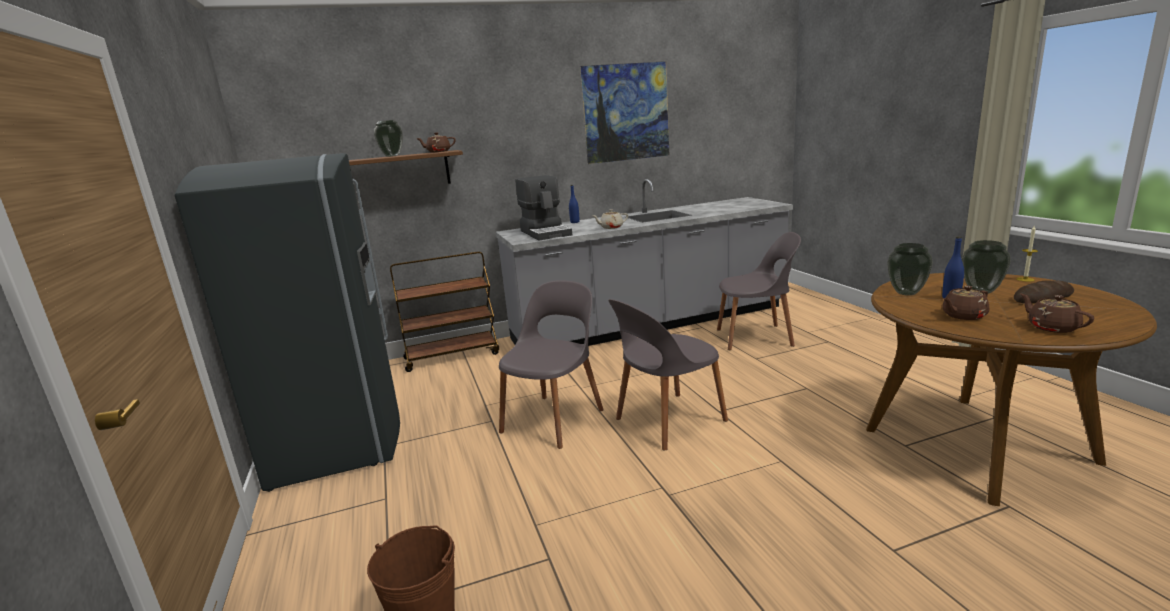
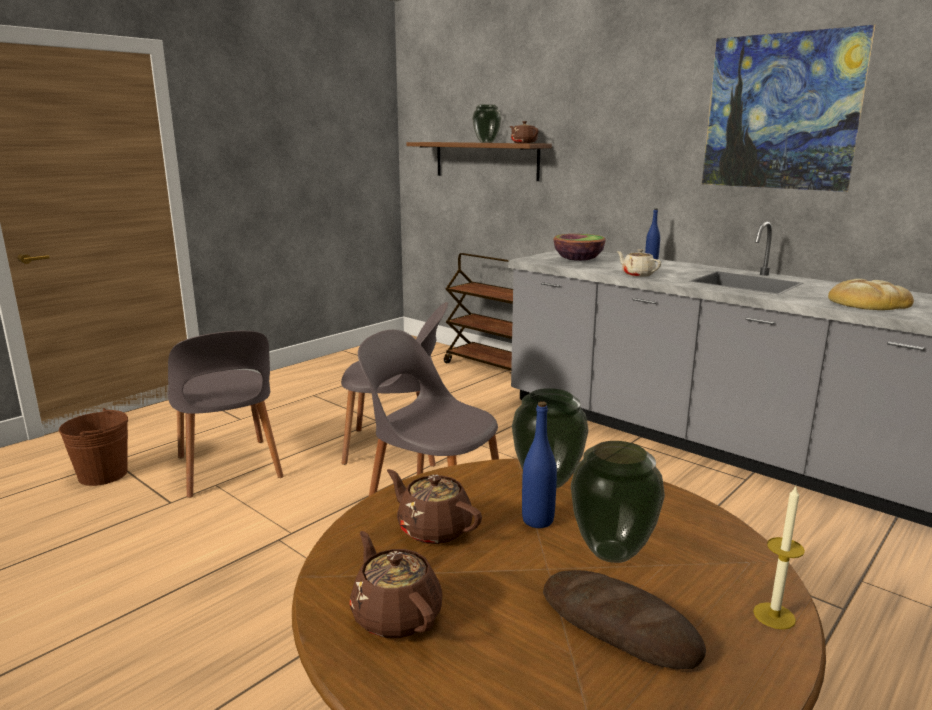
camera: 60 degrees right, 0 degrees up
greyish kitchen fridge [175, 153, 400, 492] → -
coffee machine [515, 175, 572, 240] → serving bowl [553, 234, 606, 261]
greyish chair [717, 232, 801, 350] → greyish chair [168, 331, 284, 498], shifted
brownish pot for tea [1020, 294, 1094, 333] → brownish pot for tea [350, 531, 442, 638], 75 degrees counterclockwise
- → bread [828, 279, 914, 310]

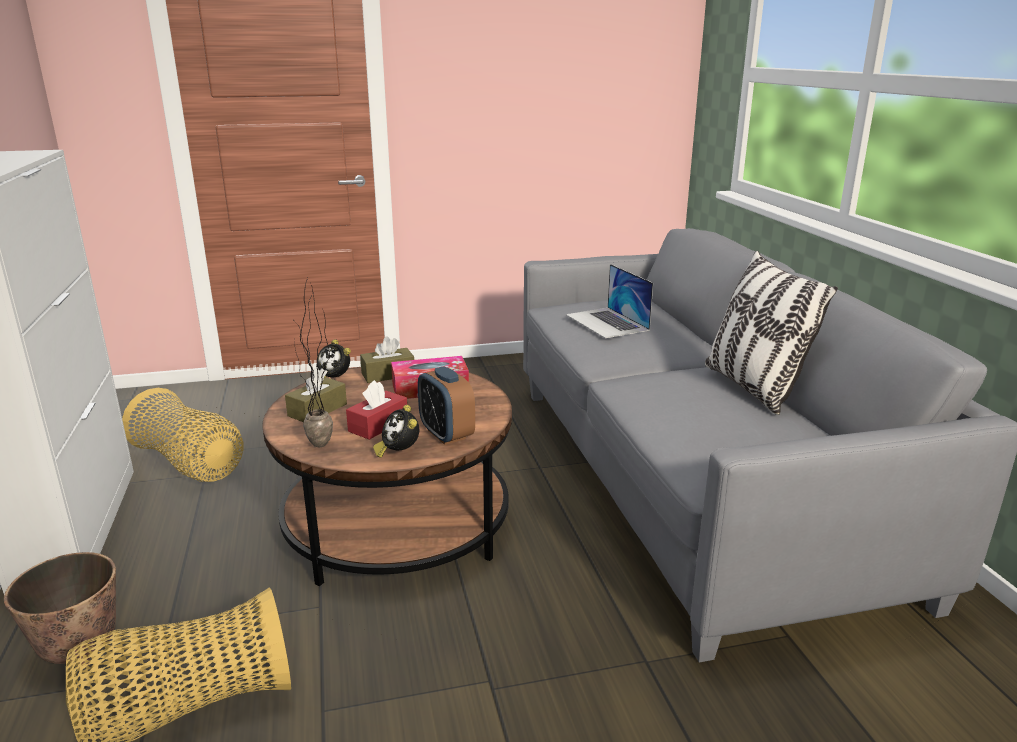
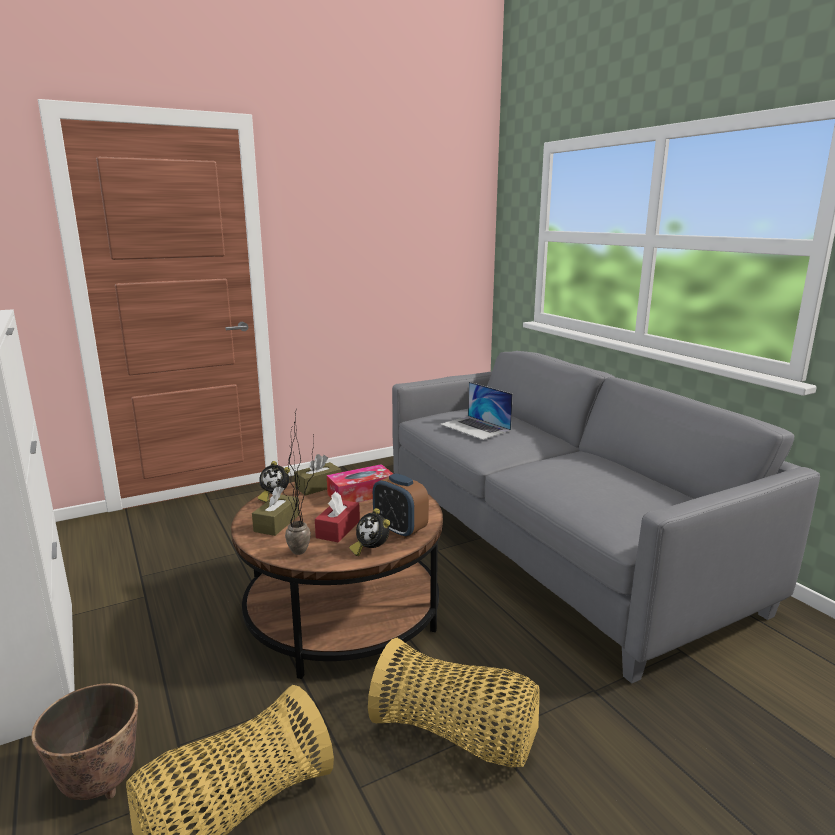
camera: 15 degrees left, 5 degrees down
basket [122, 388, 243, 482] → basket [368, 638, 540, 767], shifted
throw pillow [705, 251, 838, 415] → -

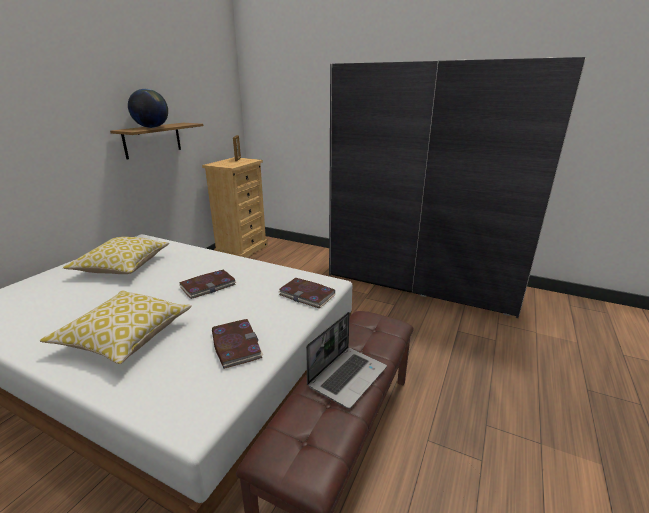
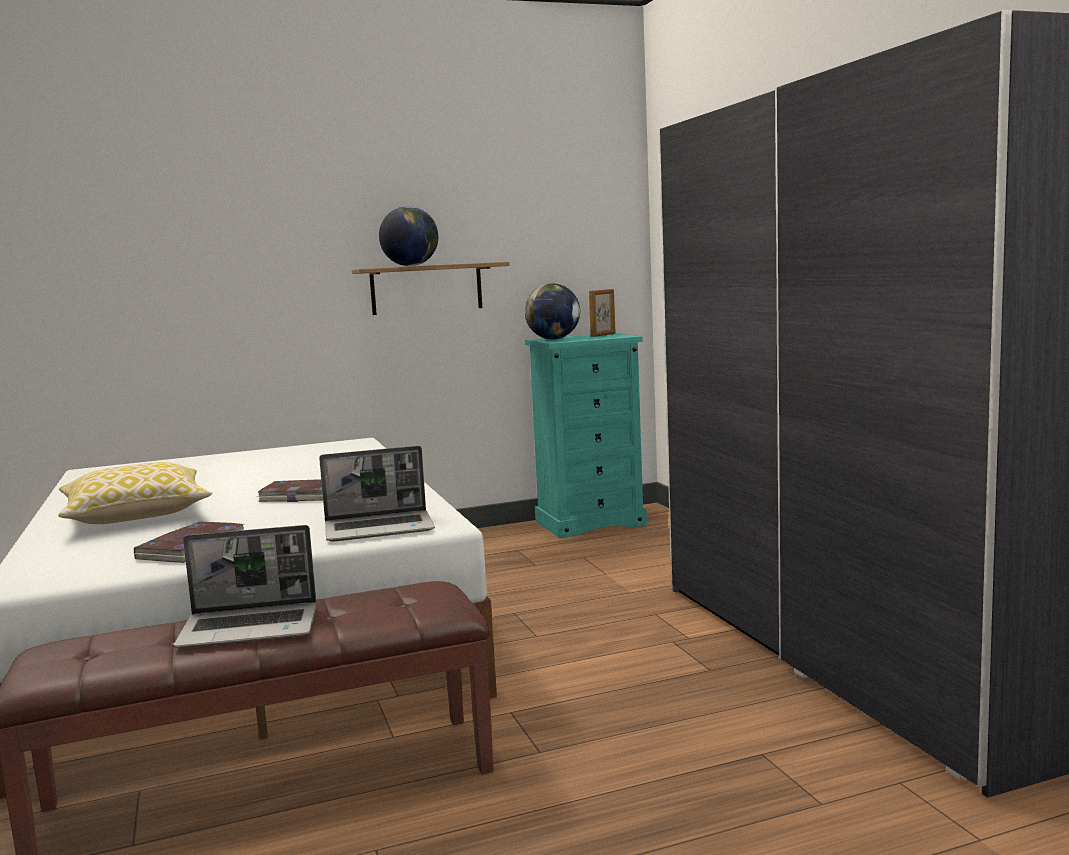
camera: 45 degrees right, 15 degrees down
throw pillow [63, 237, 169, 274] → -
beige-coloured dresser [202, 157, 268, 258] → turquoise-coloured dresser [525, 333, 647, 538]
book [279, 278, 335, 308] → notebook computer [319, 446, 435, 542]
- → desk globe [525, 283, 580, 339]

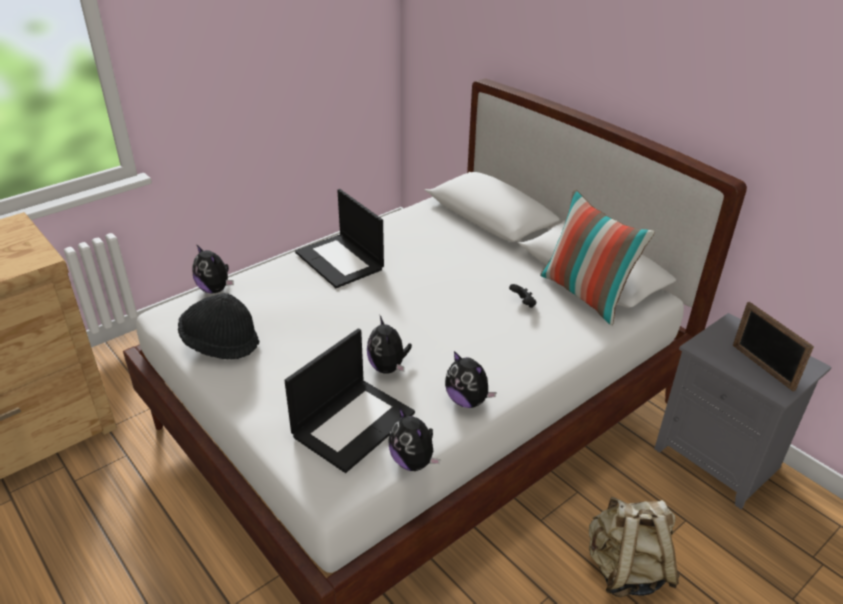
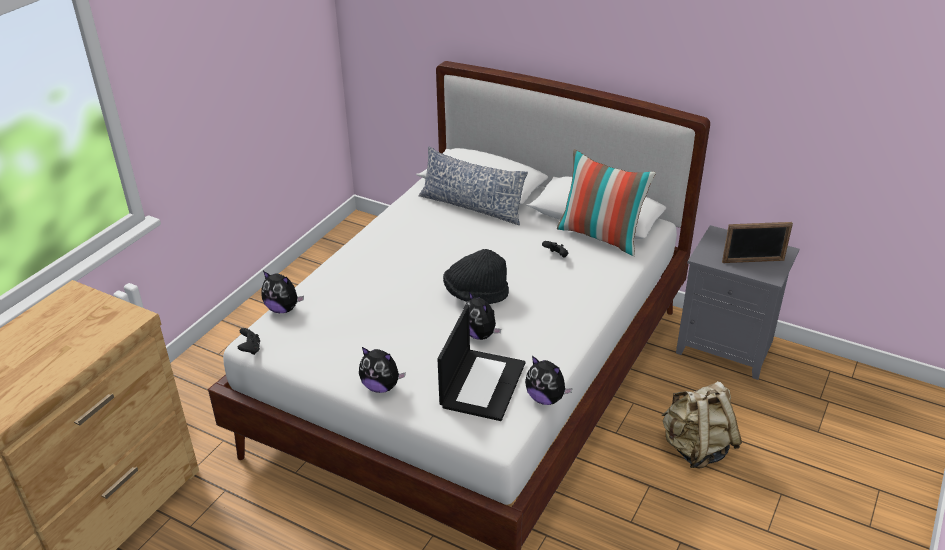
camera: 20 degrees left, 0 degrees up
black clothing hat [178, 293, 259, 359] → black clothing hat [443, 249, 509, 304], shifted
notebook computer [295, 189, 384, 288] → -
cuddly toy [445, 351, 497, 408] → cuddly toy [359, 347, 406, 393], shifted
picture frame [733, 302, 814, 391] → picture frame [722, 222, 793, 263], 45 degrees counterclockwise
- → black game controller [238, 328, 260, 355]
- → throw pillow [419, 147, 528, 225]

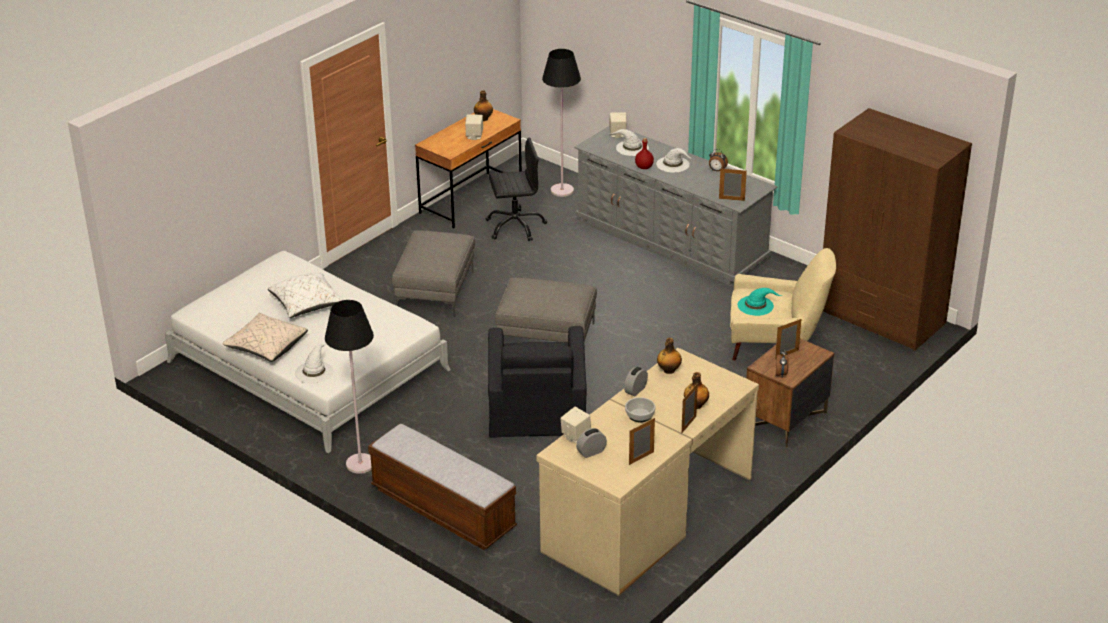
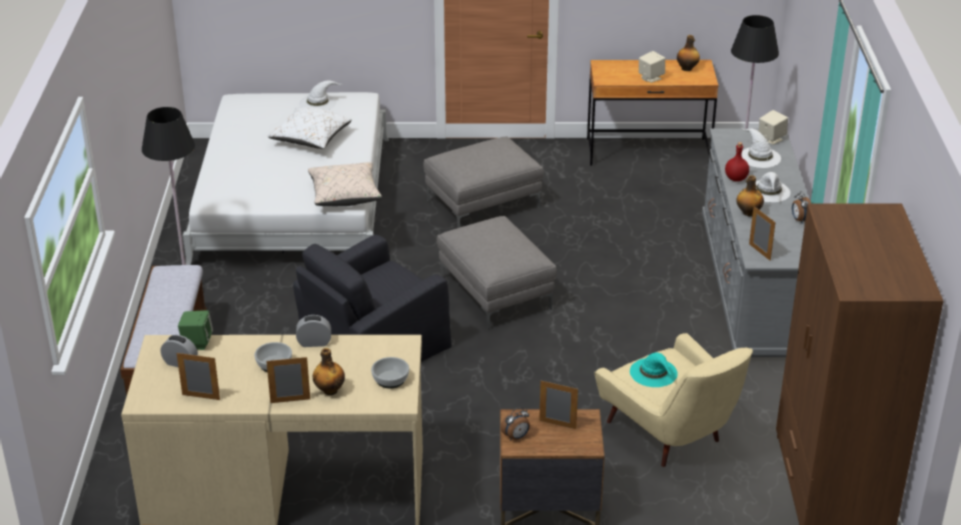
camera: 50 degrees right, 0 degrees up
beige-coloured throw pillow [222, 313, 308, 362] → beige-coloured throw pillow [308, 162, 382, 206], shifted
white-coloured clothing hat [295, 343, 333, 384] → white-coloured clothing hat [299, 80, 342, 110], shifted
black desk chair [485, 137, 547, 241] → -
beige-coloured speaker [560, 407, 591, 443] → green-coloured speaker [178, 310, 213, 350]
bottle [657, 338, 682, 374] → bottle [736, 175, 764, 217], shifted
- → serving bowl [371, 357, 409, 388]

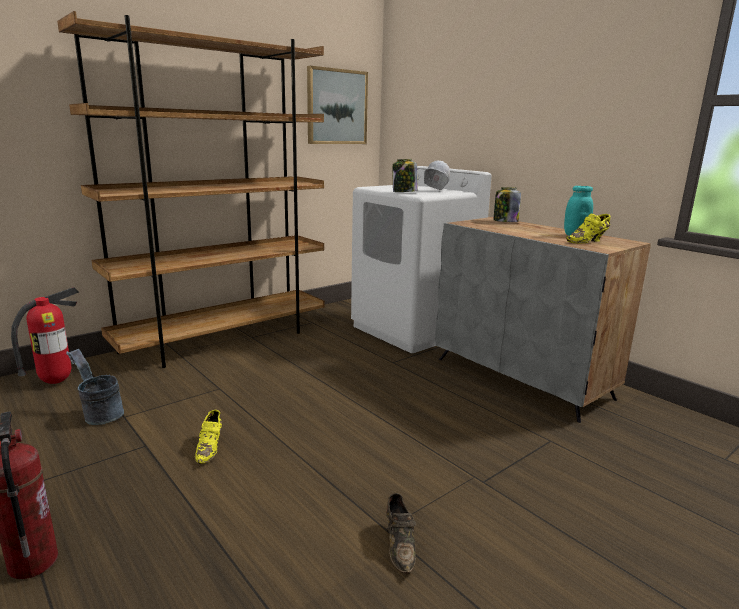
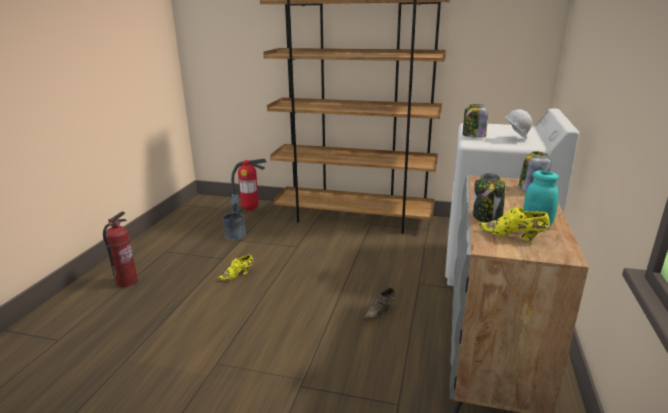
camera: 55 degrees right, 5 degrees up
wall art [307, 66, 368, 144] → -
brownish shoe [386, 493, 416, 574] → brownish shoe [363, 288, 395, 321], shifted
- → preserve jar [473, 173, 506, 223]

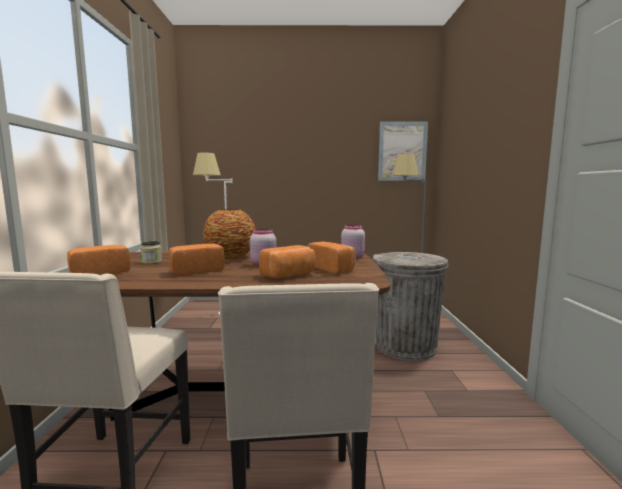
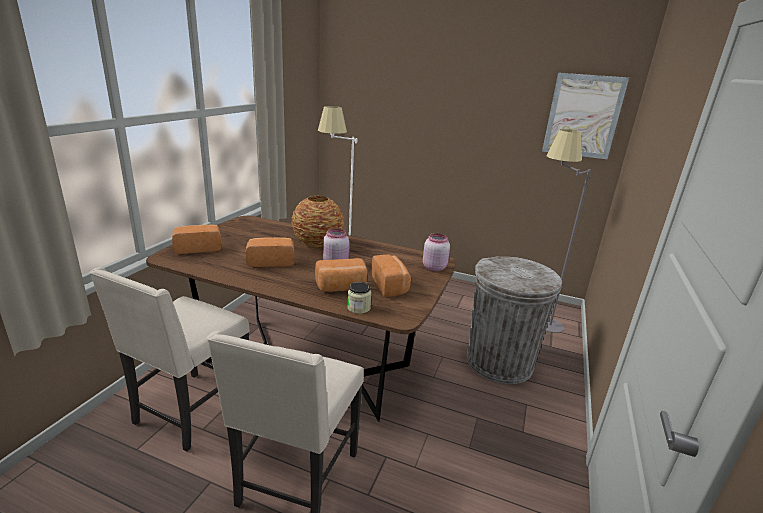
camera: 20 degrees right, 15 degrees up
preserve jar [140, 241, 162, 264] → preserve jar [347, 282, 371, 314], shifted

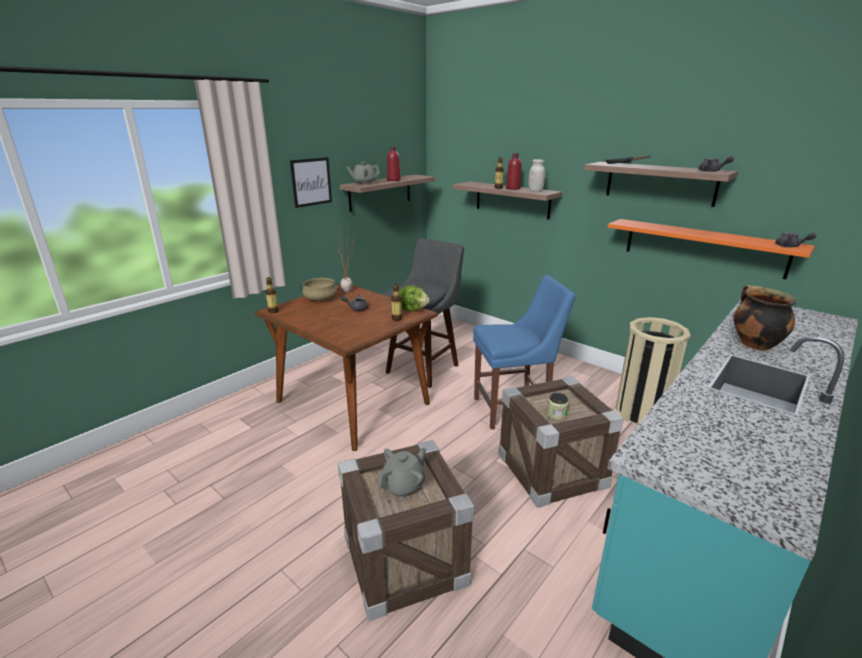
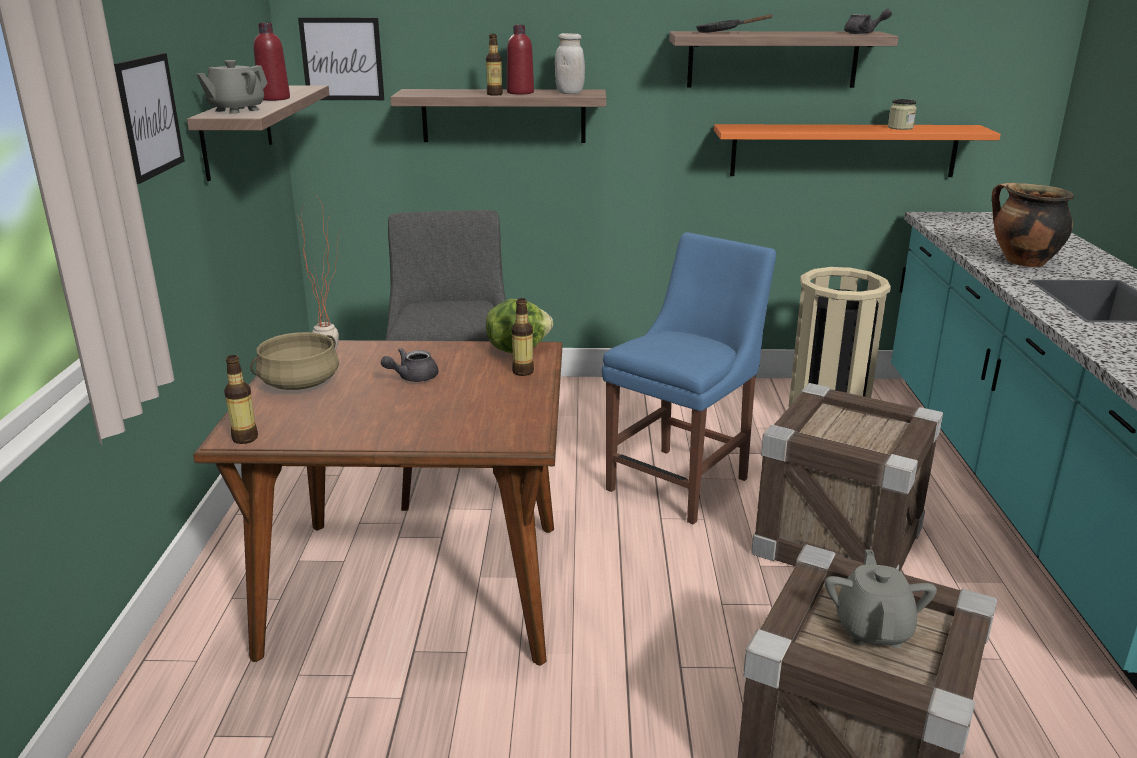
camera: 40 degrees left, 0 degrees up
preserve jar [547, 393, 569, 420] → preserve jar [888, 99, 917, 130], shifted
greyish pot for tea [775, 232, 816, 247] → -
- → wall art [298, 18, 384, 100]

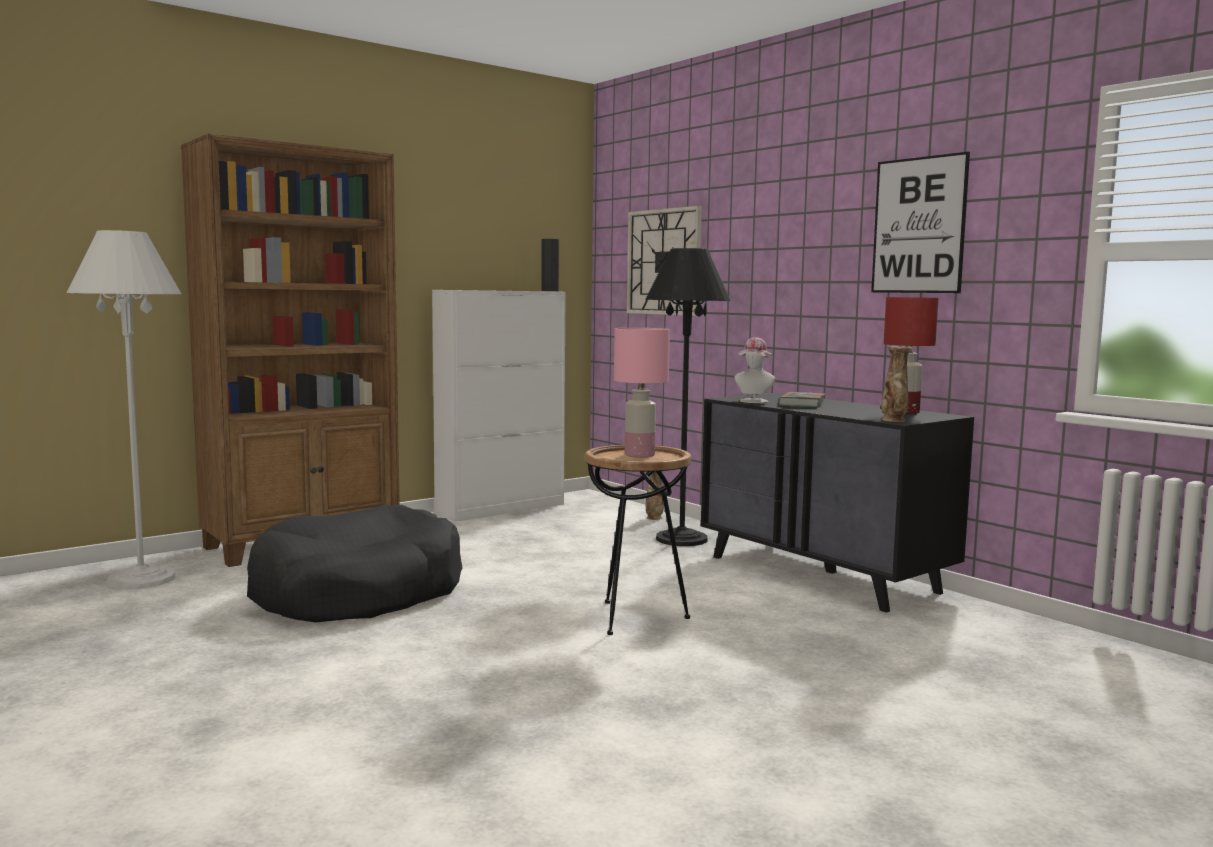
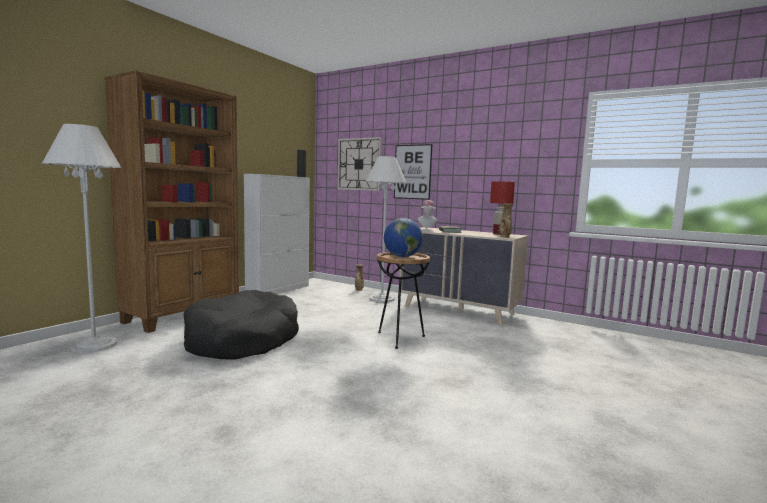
camera: 20 degrees left, 0 degrees up
pink tabletop lamp [614, 328, 670, 458] → desk globe [384, 218, 423, 257]
black standard lamp [646, 248, 731, 546] → white-coloured standard lamp [365, 156, 407, 302]
black dresser [701, 393, 974, 613] → beige-coloured dresser [400, 227, 529, 325]
wall art [871, 152, 970, 293] → wall art [394, 144, 432, 200], shifted

